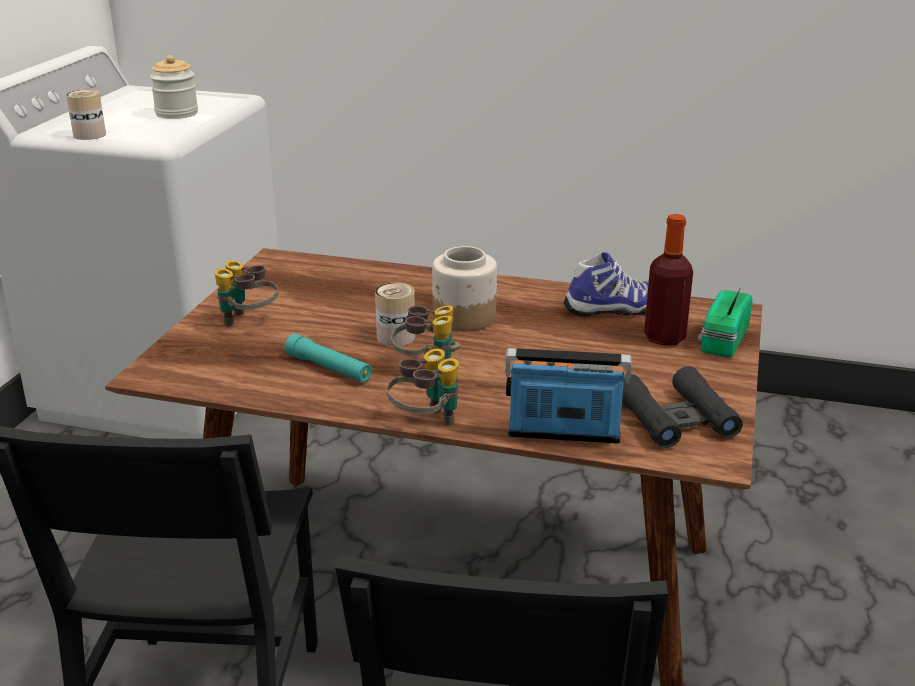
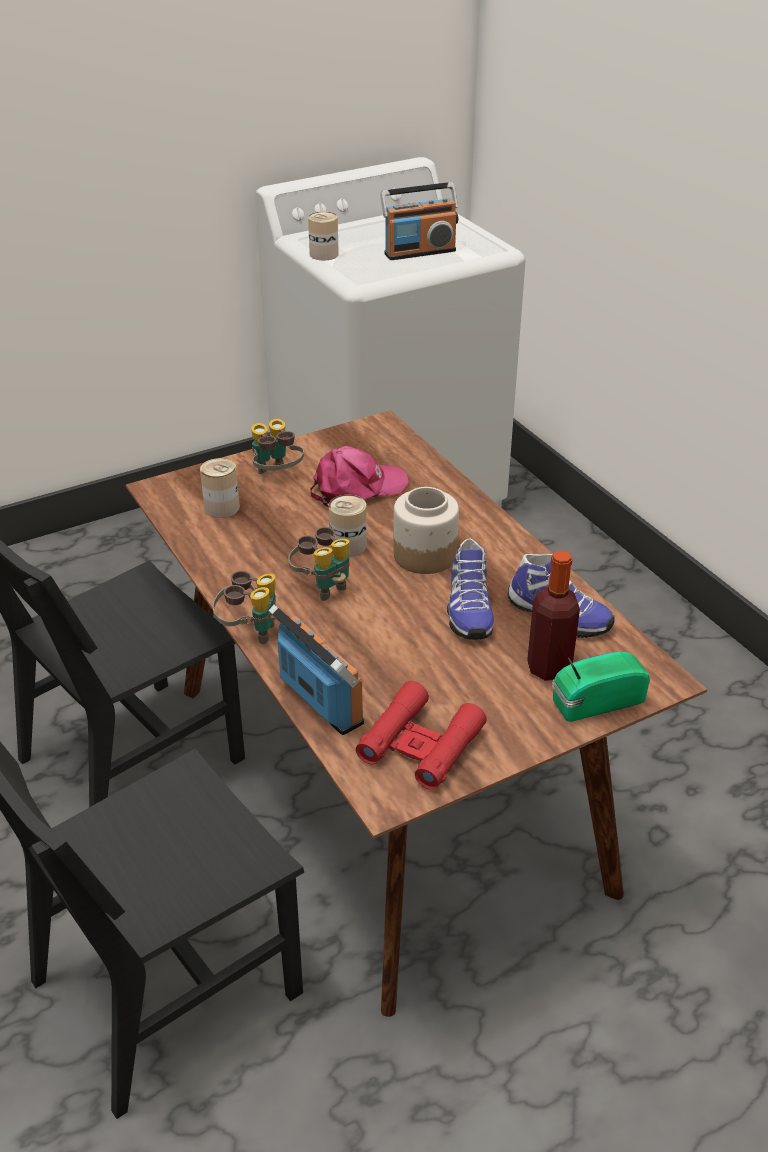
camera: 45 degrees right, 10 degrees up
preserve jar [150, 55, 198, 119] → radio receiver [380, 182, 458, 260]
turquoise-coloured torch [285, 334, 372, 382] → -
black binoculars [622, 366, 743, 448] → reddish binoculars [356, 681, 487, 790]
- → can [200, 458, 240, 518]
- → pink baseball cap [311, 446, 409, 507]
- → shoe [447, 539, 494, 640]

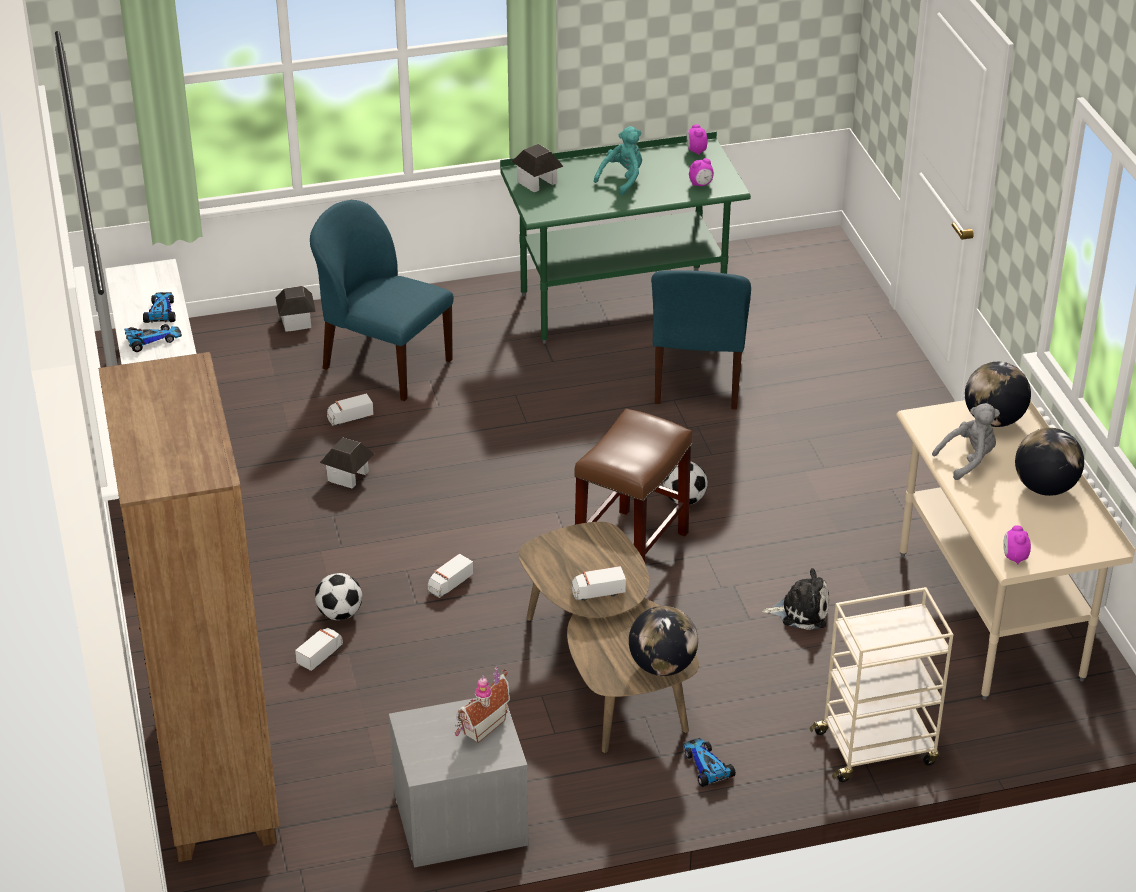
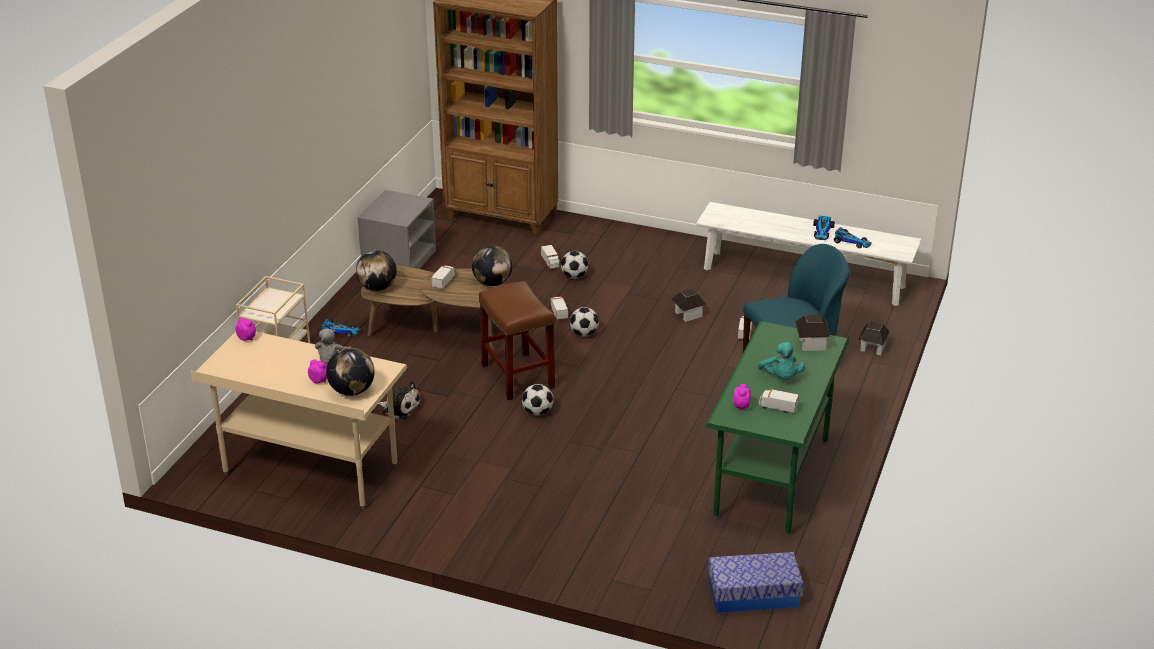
camera: 125 degrees right, 5 degrees down
model house [455, 667, 510, 743] → -
blue chair [651, 270, 751, 409] → -
alarm clock [687, 124, 707, 155] → alarm clock [308, 360, 327, 383], shifted
cuddly toy [762, 568, 829, 630] → cuddly toy [378, 381, 421, 420], 105 degrees counterclockwise
desk globe [1015, 428, 1084, 496] → desk globe [472, 245, 512, 286], shifted
- → ball for football [570, 307, 599, 337]
- → storage box [708, 552, 804, 613]
- → toy lorry [759, 389, 799, 413]

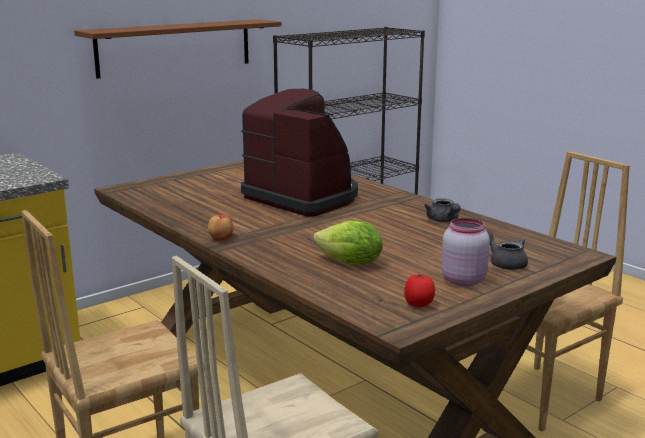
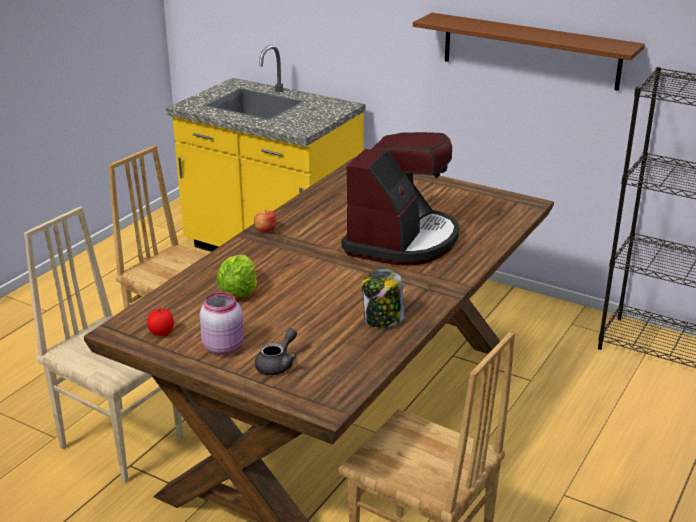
camera: 70 degrees right, 10 degrees up
greyish pot for tea [424, 198, 461, 222] → preserve jar [362, 268, 404, 328]

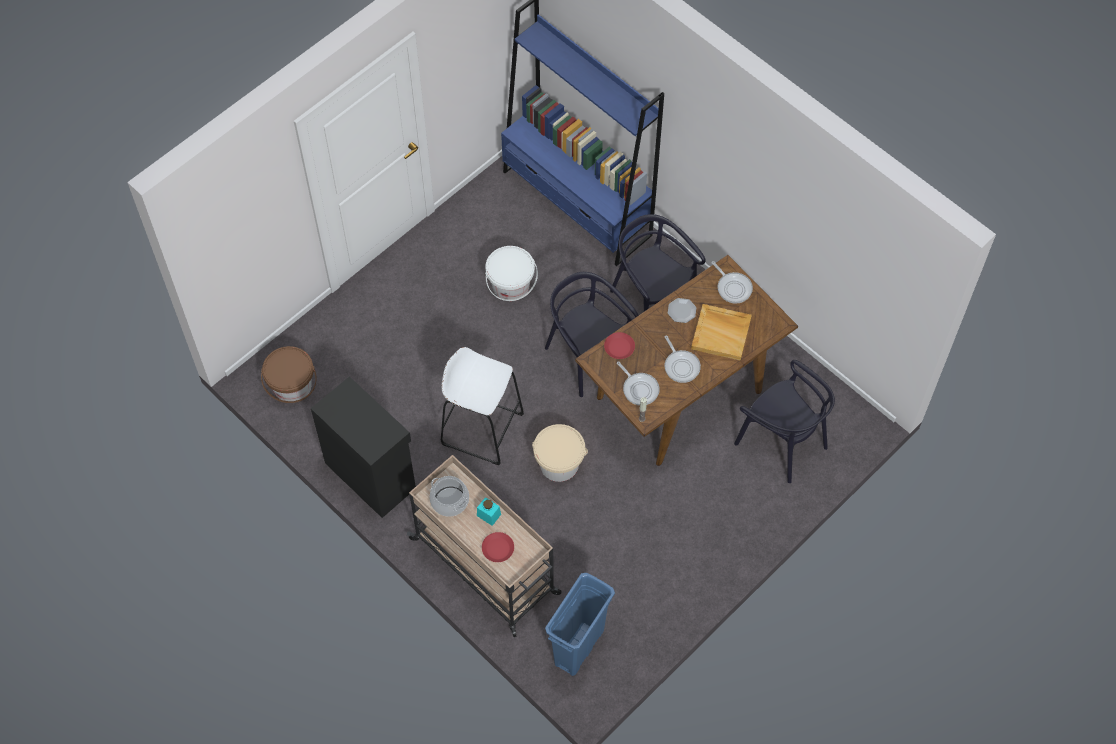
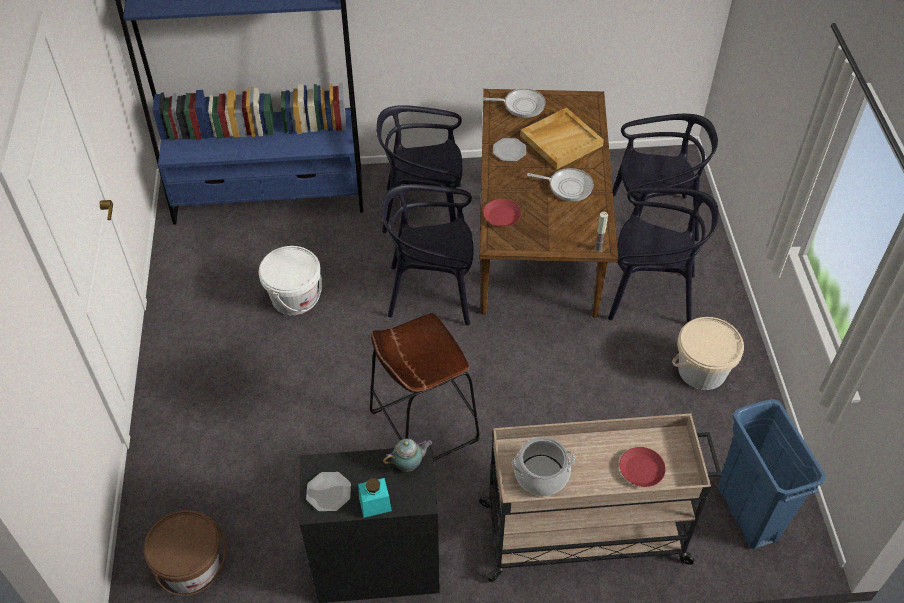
camera: 50 degrees left, 10 degrees down
white-coloured stool [441, 347, 524, 466] → brownish stool [370, 313, 480, 461]
turquoise-coloured preserve jar [477, 497, 501, 526] → turquoise-coloured preserve jar [358, 478, 392, 518], shifted
beige-coloured water bucket [532, 424, 588, 482] → beige-coloured water bucket [672, 317, 744, 390], shifted
skillet [617, 362, 660, 406] → -
- → dinner plate [306, 472, 351, 511]
- → pot for tea [383, 439, 432, 472]
- → black chair [608, 187, 719, 323]

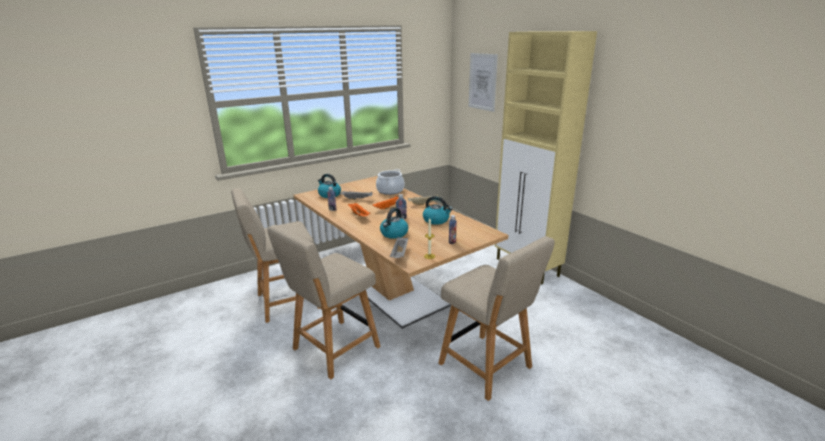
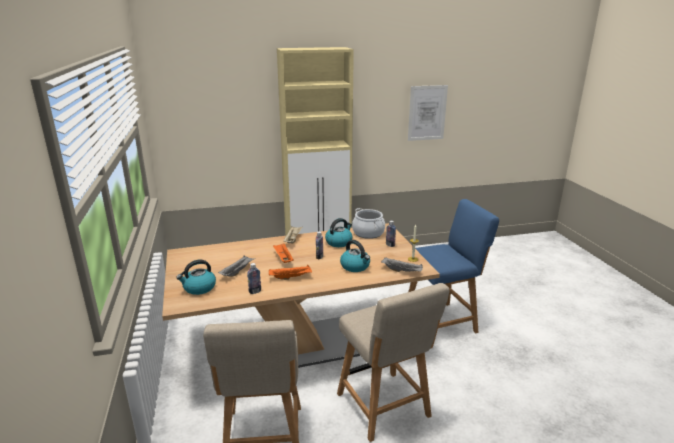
camera: 70 degrees left, 0 degrees up
cooking pot [376, 169, 405, 195] → cooking pot [352, 208, 385, 239], shifted
beige-coloured chair [438, 236, 555, 401] → blue chair [409, 199, 499, 333]
wall art [469, 53, 498, 112] → wall art [408, 85, 448, 141], shifted

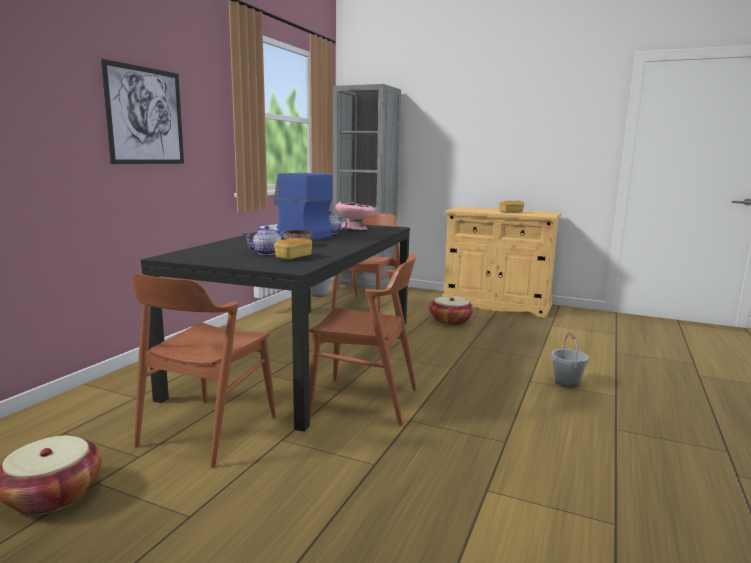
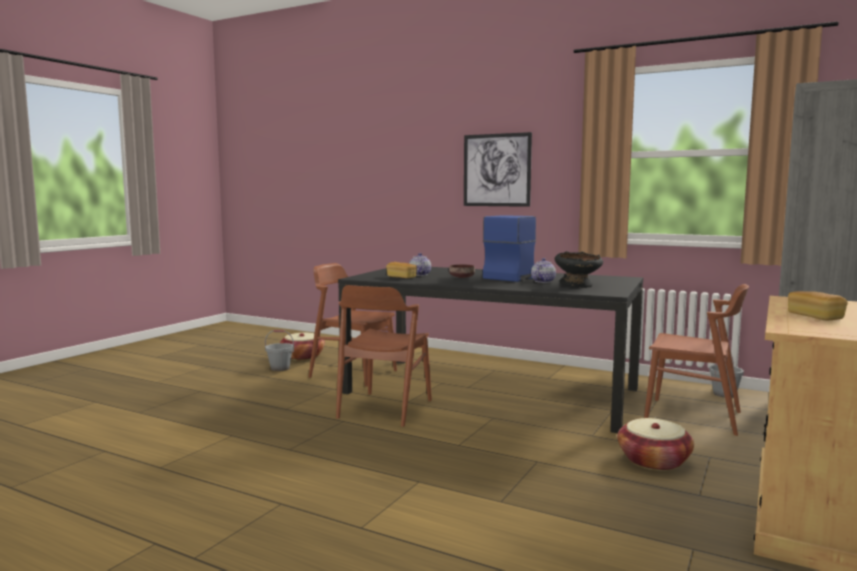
camera: 95 degrees right, 5 degrees down
pink serving bowl [335, 202, 374, 230] → black serving bowl [555, 251, 603, 288]
greyish water bucket [551, 333, 589, 388] → greyish water bucket [265, 330, 294, 371], shifted

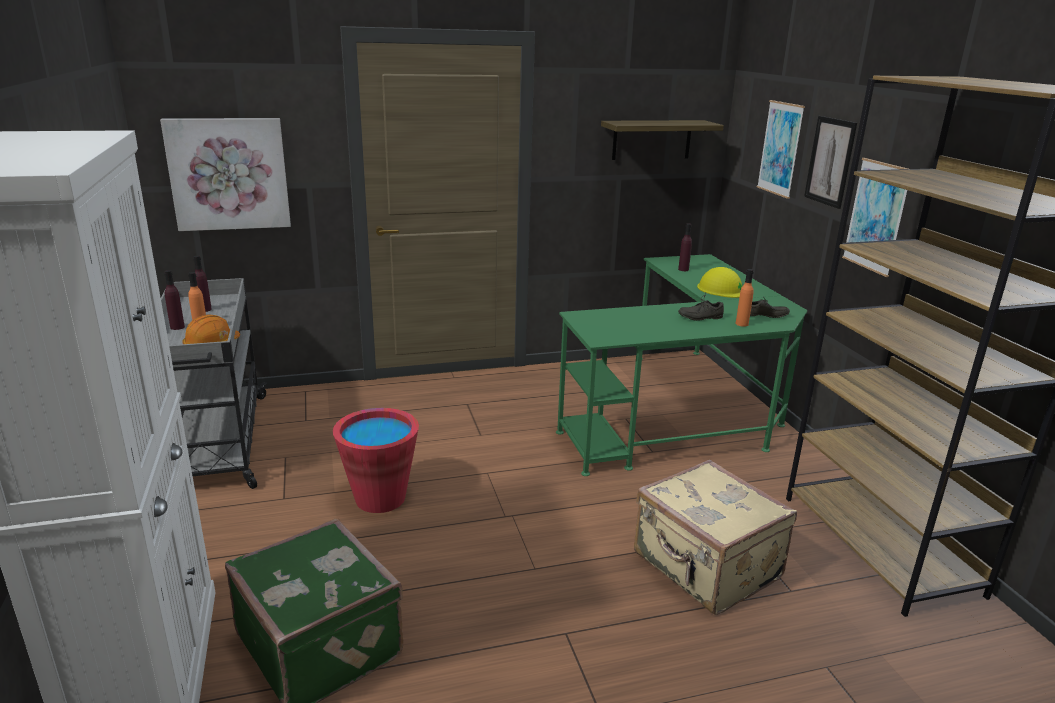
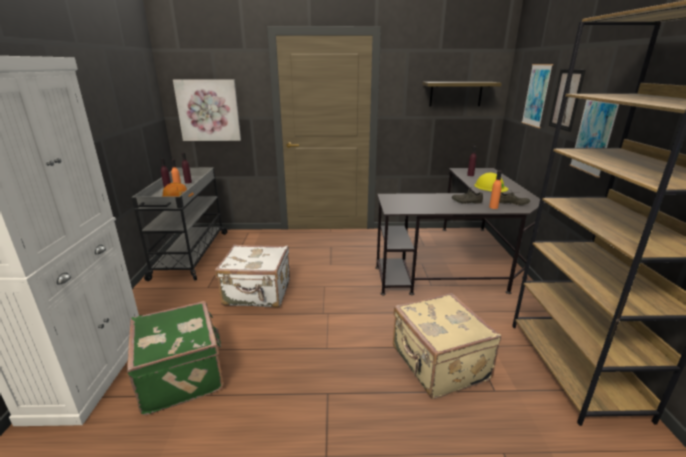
camera: 15 degrees right, 0 degrees up
reddish water bucket [333, 408, 419, 513] → white-coloured travel case [215, 244, 290, 308]
green-coloured desk [556, 254, 807, 476] → black desk [375, 168, 545, 296]

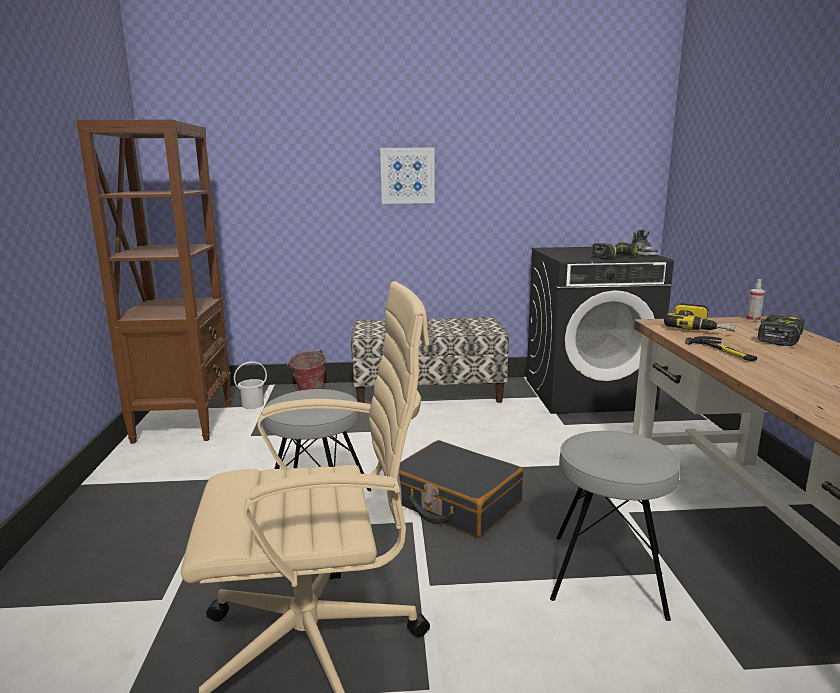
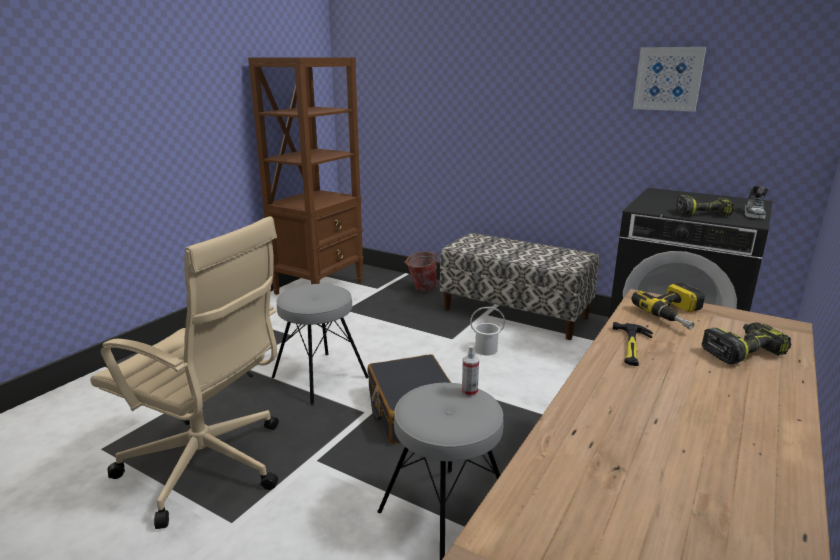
camera: 35 degrees right, 5 degrees up
white-coloured water bucket [234, 361, 267, 409] → white-coloured water bucket [470, 307, 505, 355], shifted
wall art [380, 147, 435, 204] → wall art [633, 47, 706, 112], shifted
spray bottle [746, 279, 765, 322] → spray bottle [462, 345, 479, 397], shifted

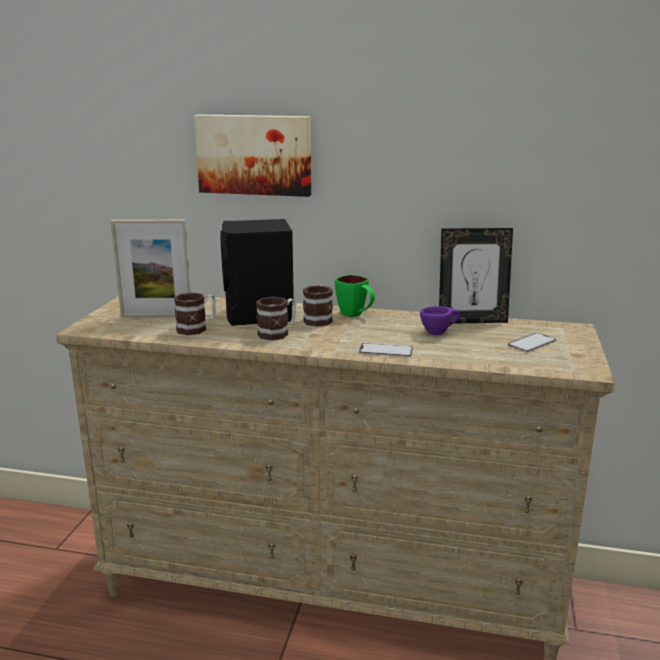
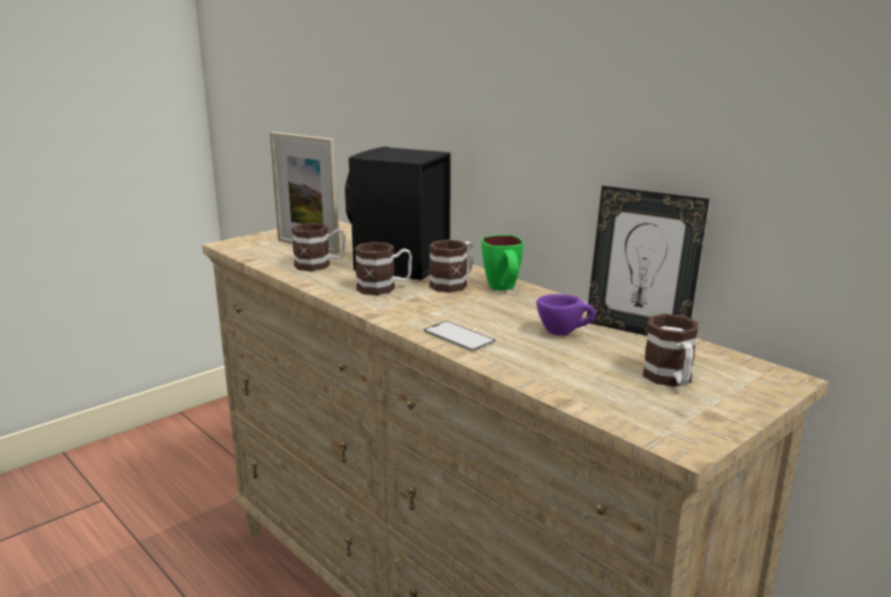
camera: 35 degrees right, 0 degrees up
wall art [194, 114, 311, 197] → -
handset [508, 333, 557, 352] → tea mug [643, 313, 698, 387]

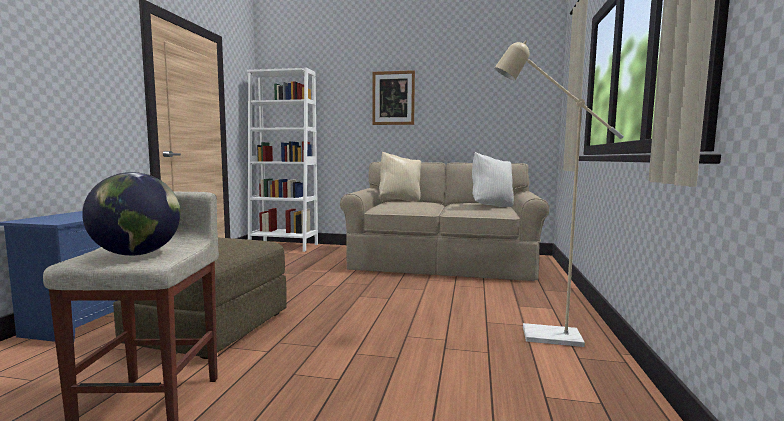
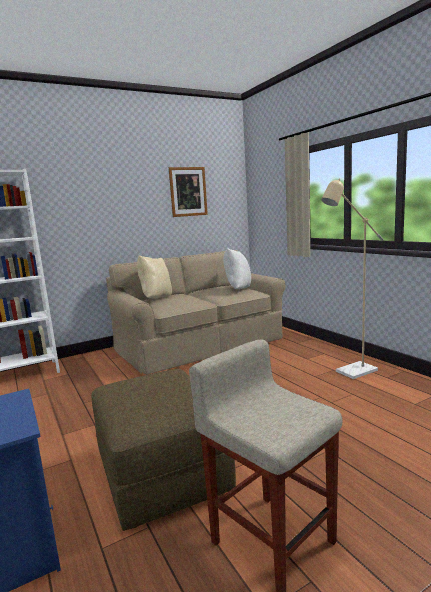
camera: 40 degrees left, 5 degrees up
desk globe [82, 172, 181, 256] → -
wall art [372, 70, 415, 125] → wall art [169, 167, 208, 217], shifted

